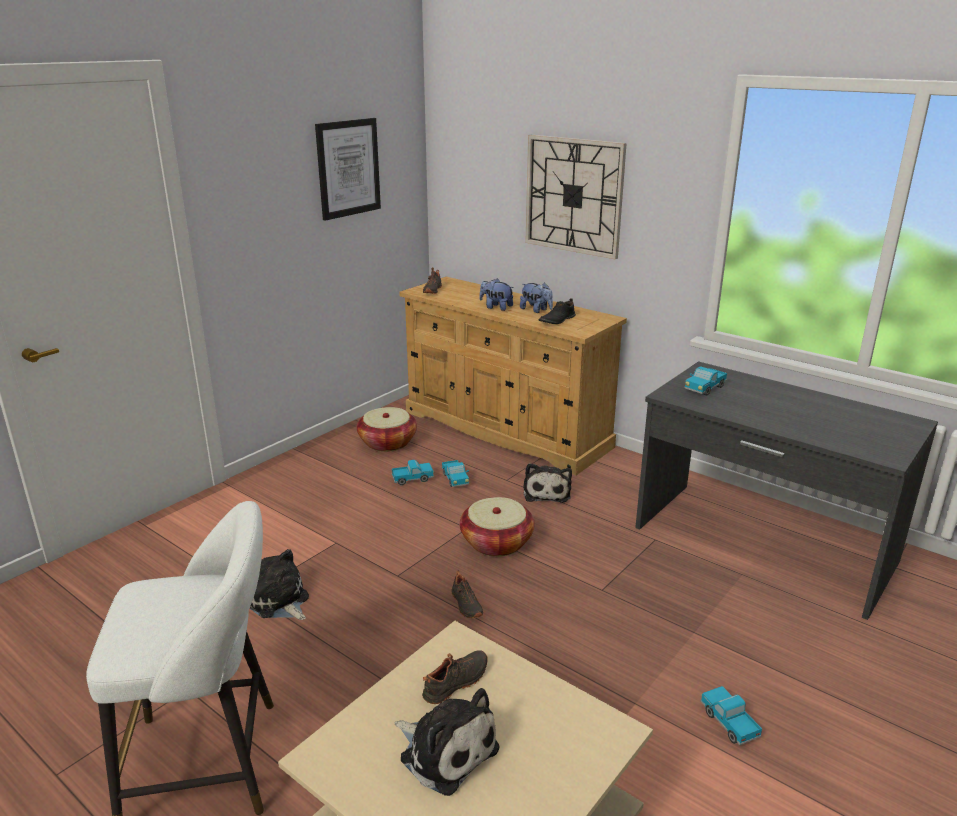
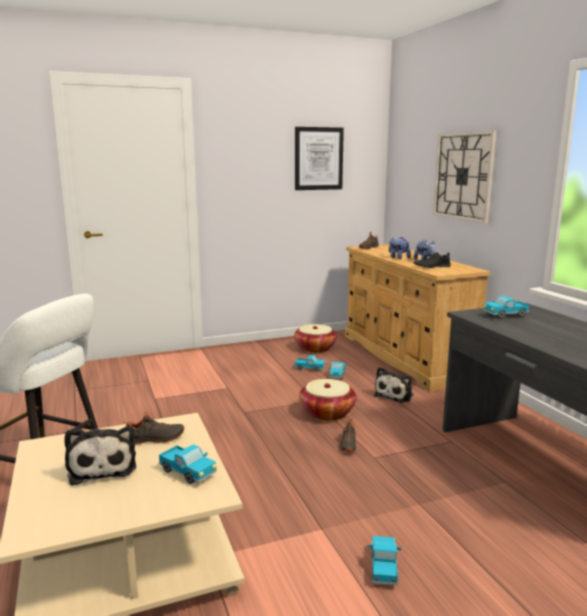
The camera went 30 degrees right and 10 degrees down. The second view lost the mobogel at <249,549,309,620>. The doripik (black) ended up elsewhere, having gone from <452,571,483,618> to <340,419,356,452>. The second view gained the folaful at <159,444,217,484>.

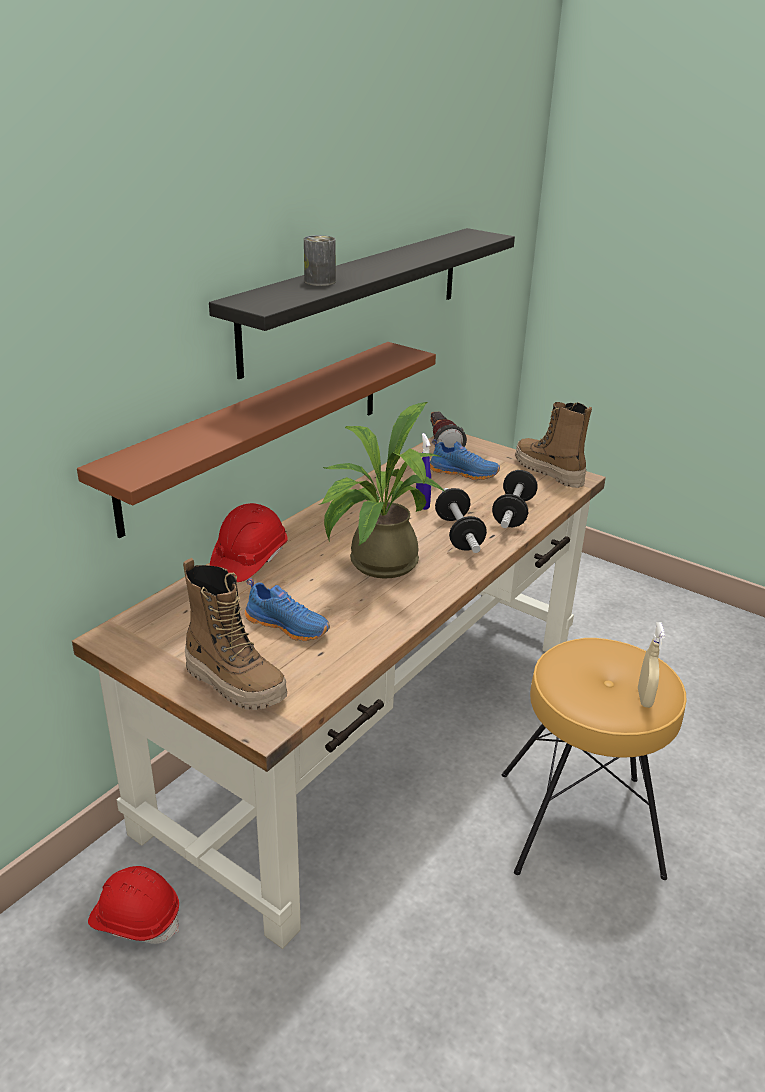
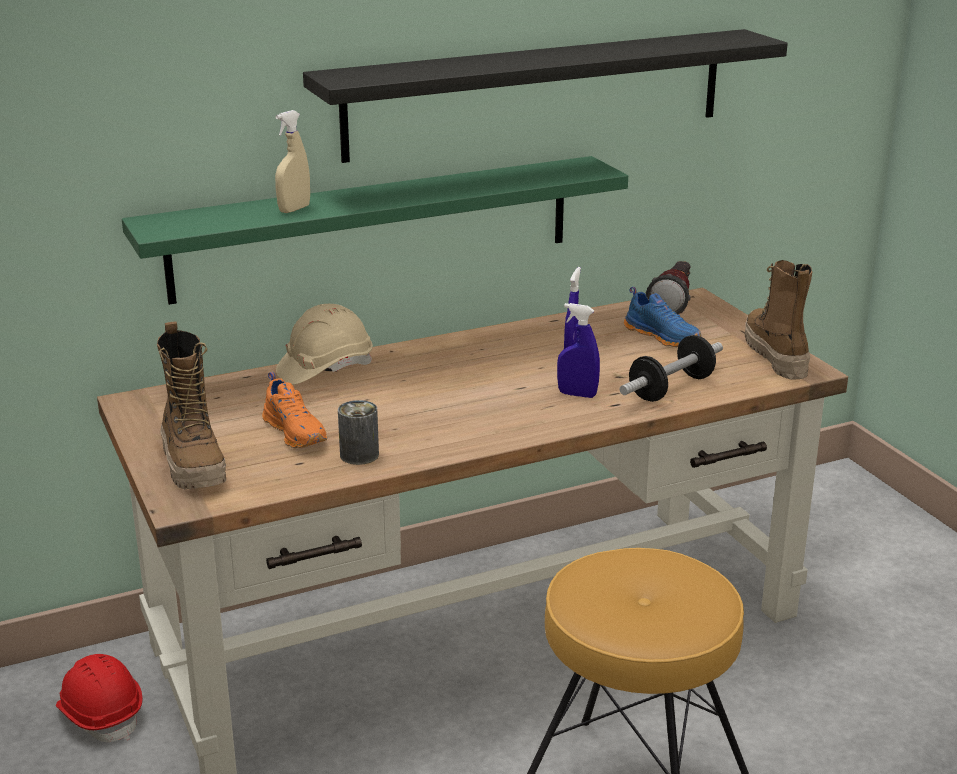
The camera went 30 degrees right and 5 degrees down. The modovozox ended up elsewhere, having gone from <304,235,336,286> to <338,400,379,465>. What was the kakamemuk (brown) at <77,342,436,538> turned into the kakamemuk (green) at <122,156,628,305>. The second view lost the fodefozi at <319,402,445,579>. Where the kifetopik stood at <435,488,487,553>, the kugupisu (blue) came to stand at <557,303,600,398>. What was the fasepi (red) at <210,503,288,582> turned into the fasepi (beige) at <276,304,373,385>. What was the doripik (blue) at <245,578,330,641> turned into the doripik (orange) at <262,372,327,448>. The kugupisu (beige) ended up elsewhere, having gone from <638,622,665,708> to <275,110,310,213>.

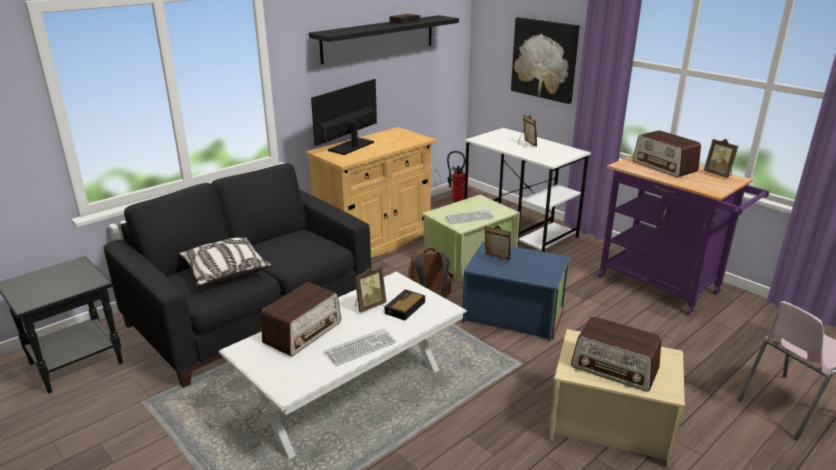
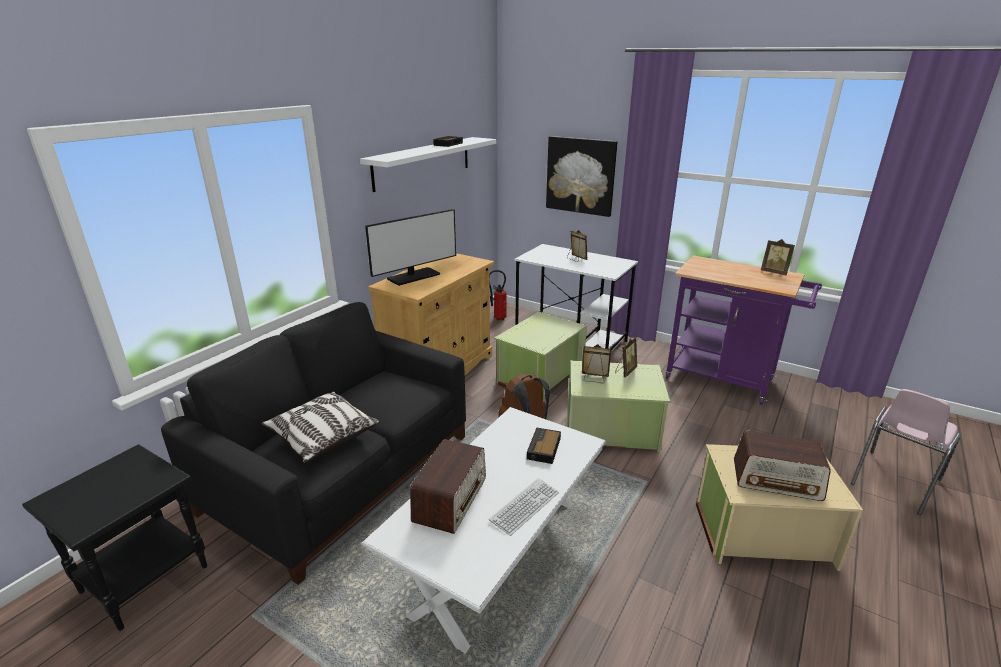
The camera went 15 degrees left and 0 degrees up. What was the kakamemuk (black) at <309,15,459,64> turned into the kakamemuk (white) at <360,137,496,192>. The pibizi at <311,79,377,155> ended up facing another way, 150 degrees counterclockwise from before. The second view lost the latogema at <633,130,701,177>. The second view lost the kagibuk at <445,209,494,224>. What was the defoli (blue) at <462,241,570,341> turned into the defoli (green) at <568,360,670,452>. The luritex ended up elsewhere, having gone from <355,267,386,313> to <615,337,637,378>.

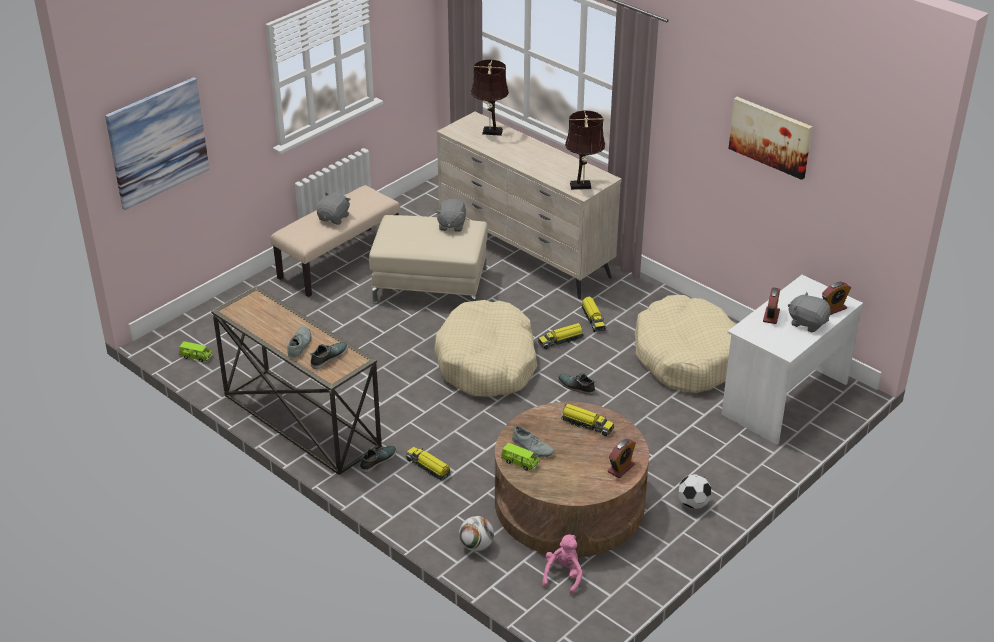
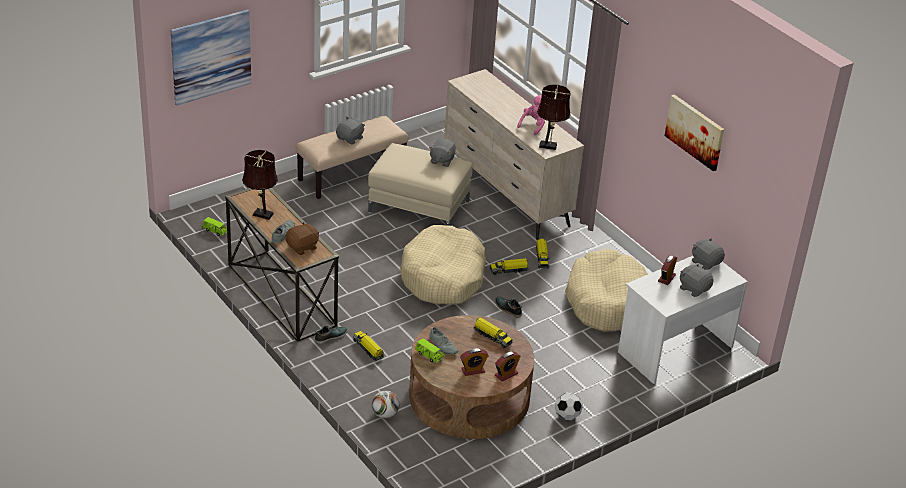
The camera went 10 degrees right and 0 degrees up. The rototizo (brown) ended up elsewhere, having gone from <471,60,509,136> to <242,150,278,220>. The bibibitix ended up elsewhere, having gone from <822,282,851,315> to <460,349,488,376>. Where the doripik stood at <310,342,348,369>, the mobogel (brown) came to stand at <285,221,319,255>. The mobogel (pink) ended up elsewhere, having gone from <542,535,583,595> to <517,95,545,135>. The second view gained the mobogel (grey) at <692,238,725,270>.

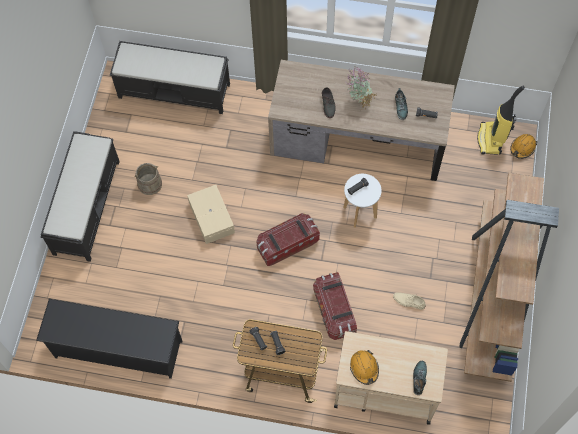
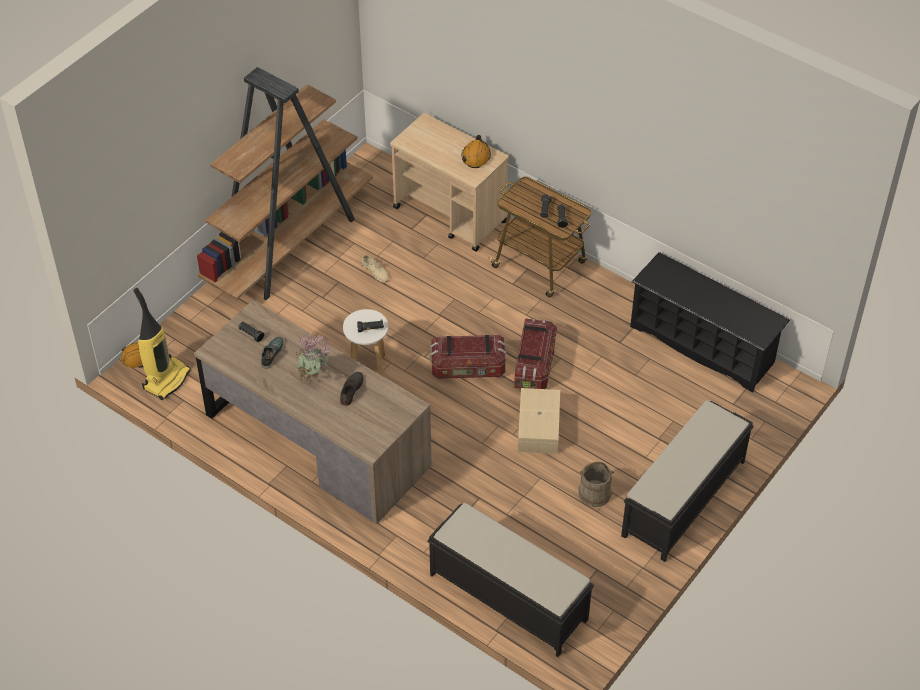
The camera went 155 degrees left and 15 degrees down. The defoli ended up elsewhere, having gone from <313,272,357,340> to <514,319,557,389>. The second view lost the doripik at <413,361,427,395>.

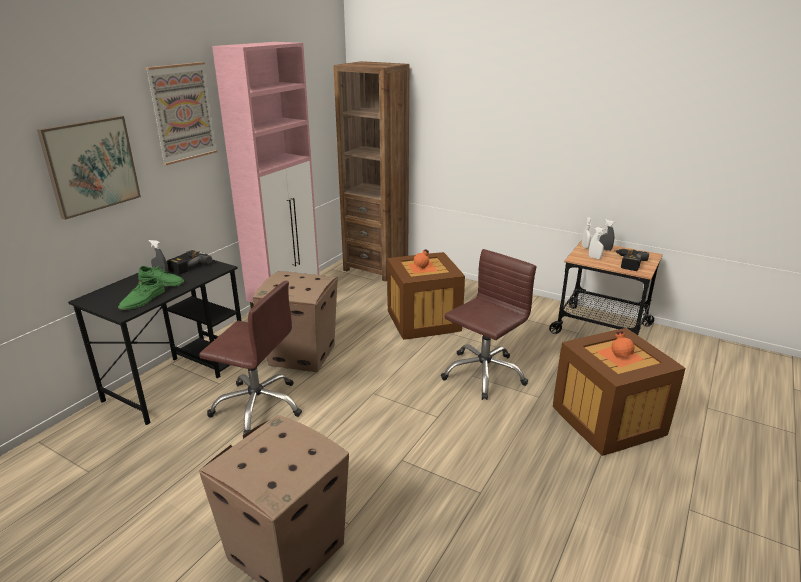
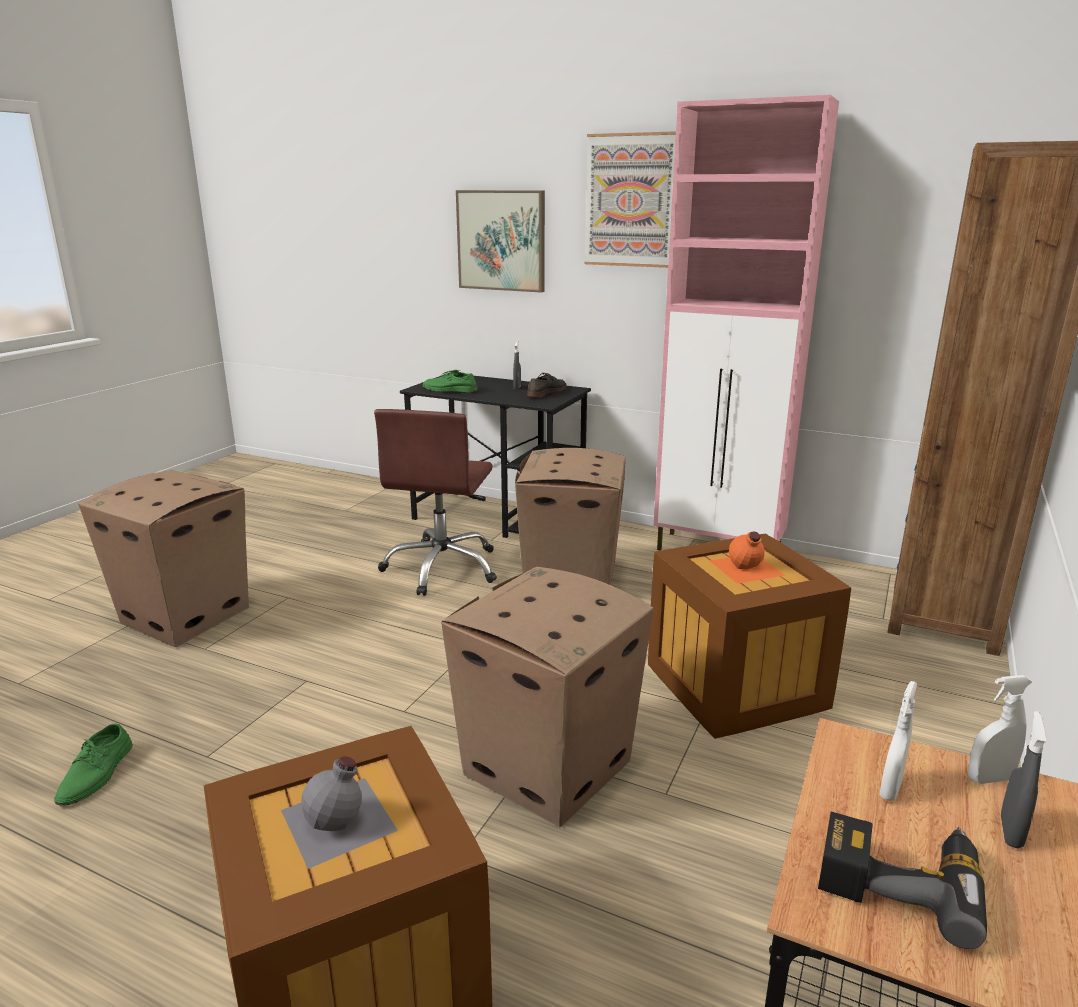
The camera went 85 degrees right and 5 degrees down. Where the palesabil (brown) stood at <441,249,536,400>, the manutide came to stand at <441,567,653,827>. Where the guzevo stood at <167,250,212,275>, the doripik (grey) came to stand at <527,373,567,398>. The doripik (green) ended up elsewhere, having gone from <138,266,184,287> to <54,723,133,806>. What was the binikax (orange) at <596,331,644,368> turned into the binikax (grey) at <281,756,398,869>.

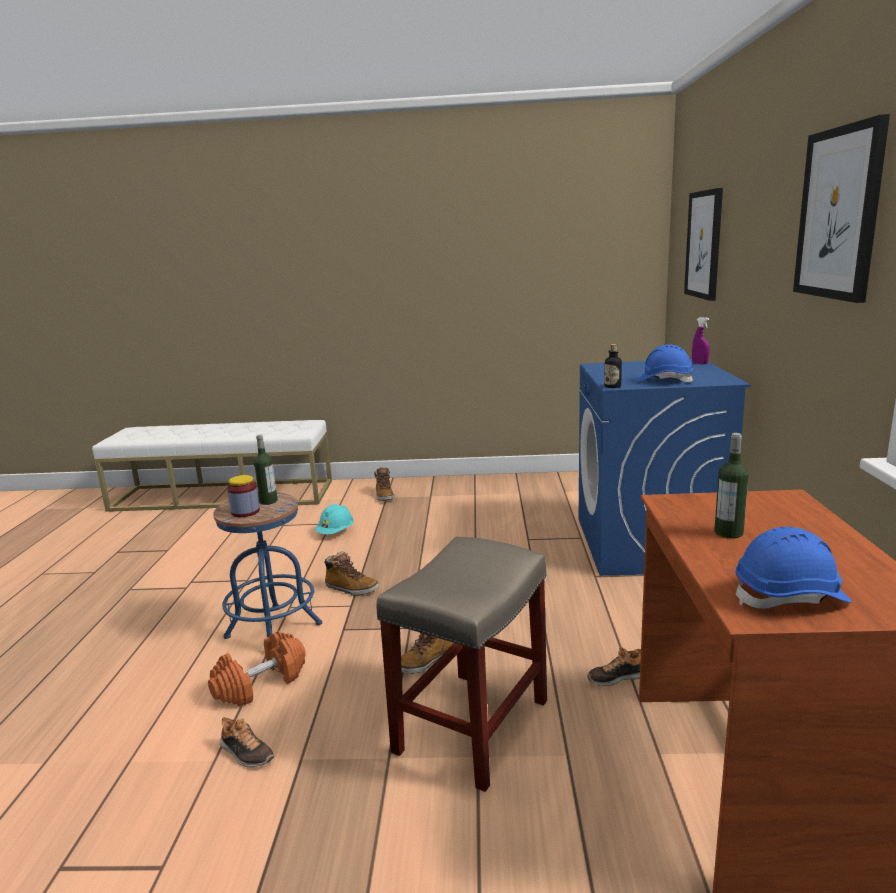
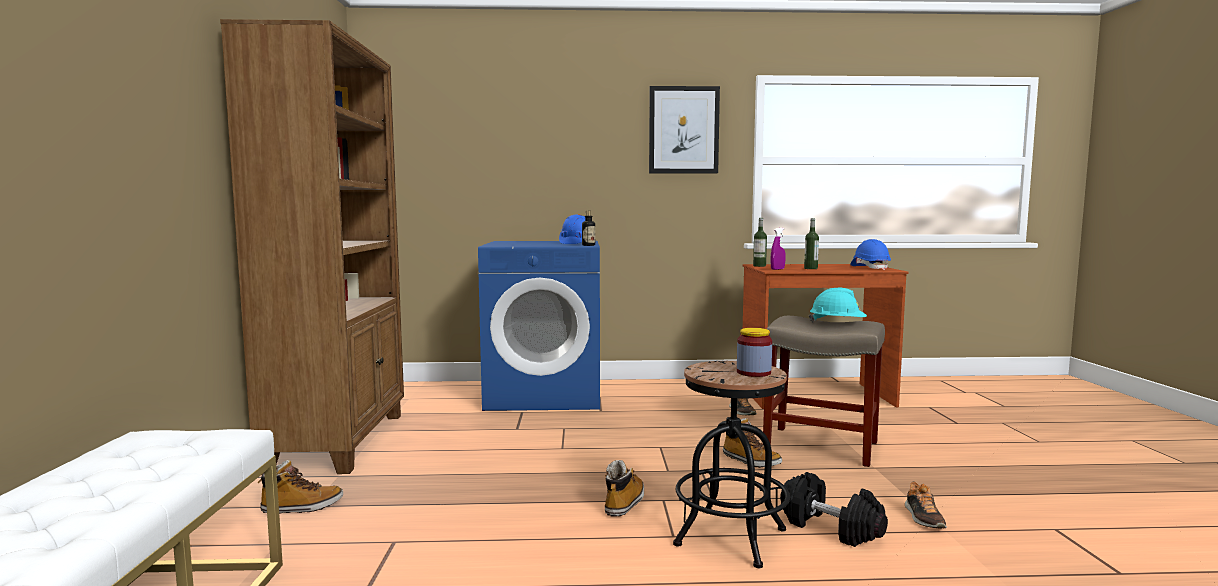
The camera went 95 degrees left and 10 degrees down. The second view lost the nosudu at <684,188,723,301>. The kugupisu (purple) ended up elsewhere, having gone from <692,317,710,364> to <771,228,786,270>. The binikax ended up elsewhere, having gone from <254,435,278,505> to <753,218,767,267>. What was the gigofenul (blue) at <213,492,322,639> turned into the gigofenul (black) at <673,361,790,568>. The fasepi (turquoise) ended up elsewhere, having gone from <315,504,354,534> to <809,288,867,323>. What was the kifetopik (orange) at <208,631,306,707> turned into the kifetopik (black) at <780,472,888,547>. The doripik at <220,717,275,767> ended up facing another way, 150 degrees clockwise from before. The second view gained the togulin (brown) at <220,19,404,475>.

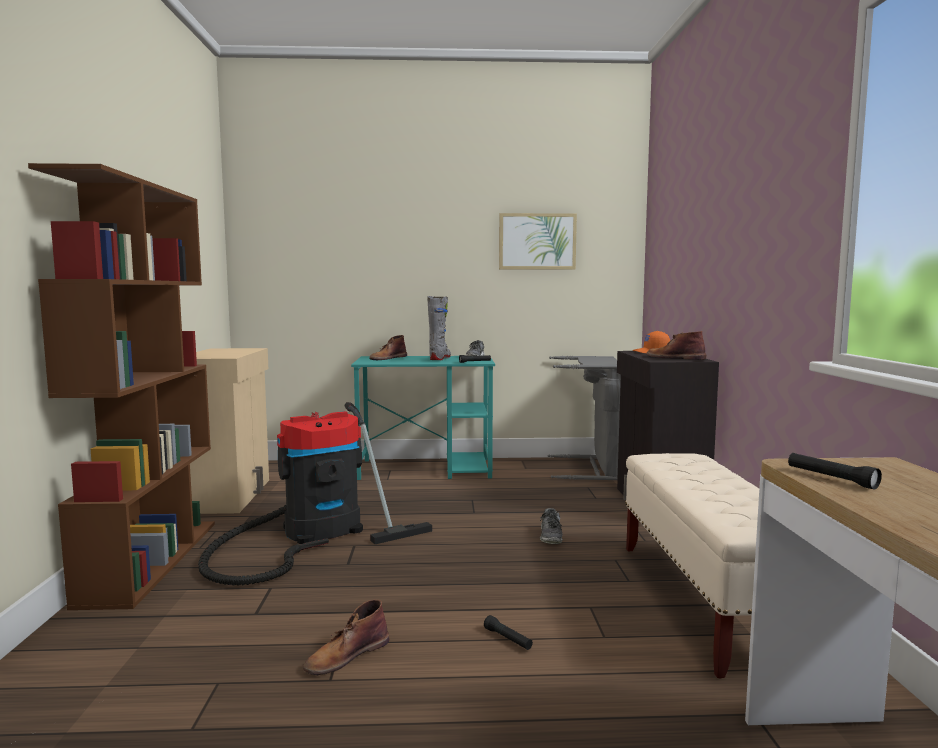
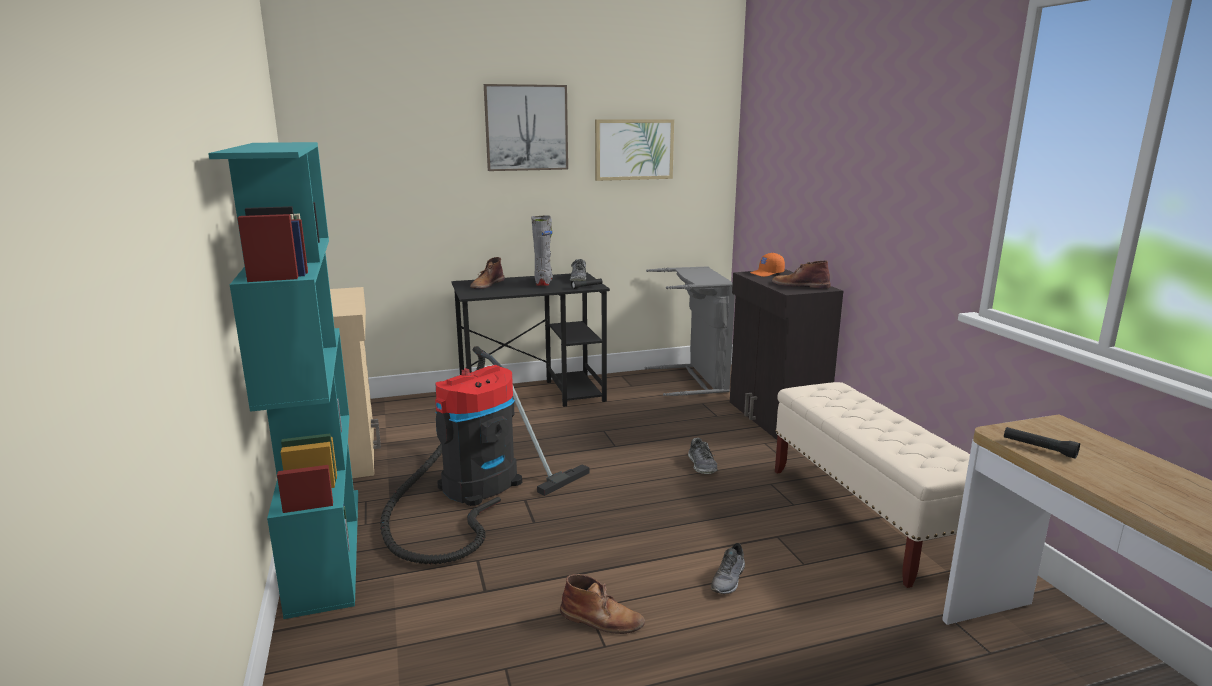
The camera went 15 degrees left and 10 degrees up. What was the togulin (brown) at <28,163,215,610> turned into the togulin (turquoise) at <208,142,358,619>. What was the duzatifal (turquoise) at <351,356,495,480> turned into the duzatifal (black) at <451,272,610,407>. The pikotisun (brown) at <303,600,389,675> ended up facing another way, 105 degrees counterclockwise from before. Where the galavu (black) stood at <484,615,533,650>, the doripik (grey) came to stand at <711,543,745,594>. The second view gained the nosudu at <484,84,568,171>.

